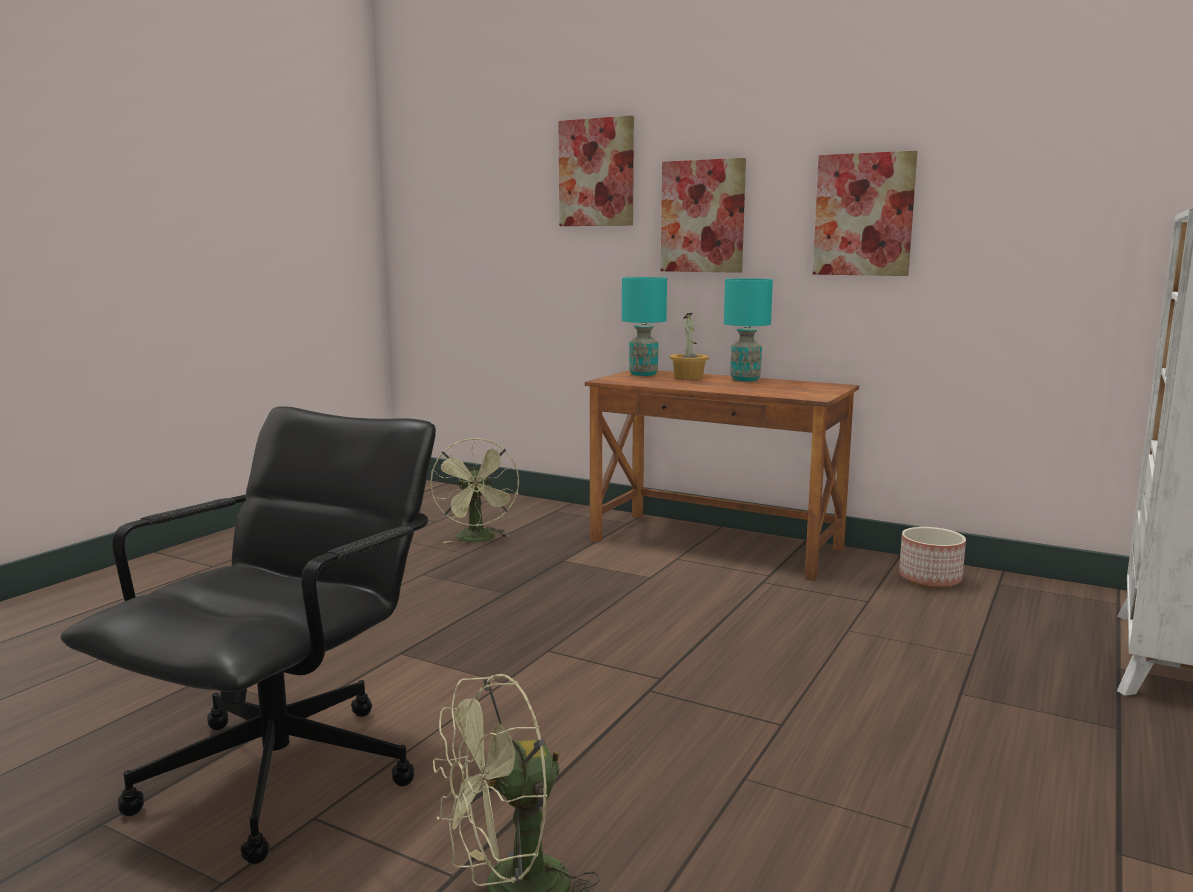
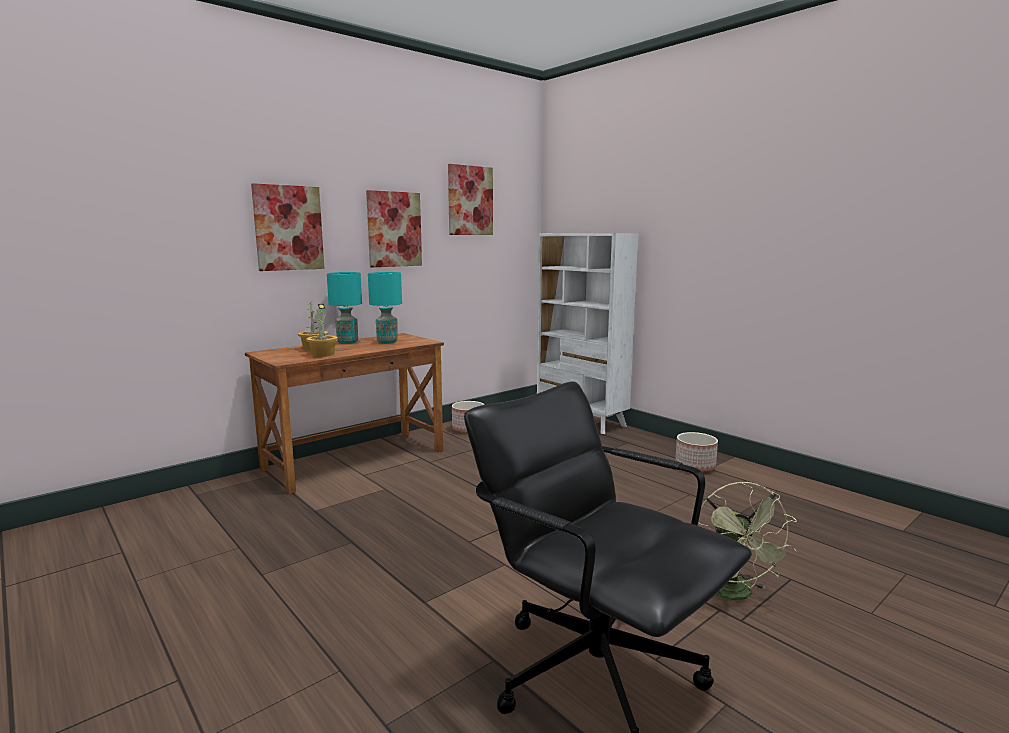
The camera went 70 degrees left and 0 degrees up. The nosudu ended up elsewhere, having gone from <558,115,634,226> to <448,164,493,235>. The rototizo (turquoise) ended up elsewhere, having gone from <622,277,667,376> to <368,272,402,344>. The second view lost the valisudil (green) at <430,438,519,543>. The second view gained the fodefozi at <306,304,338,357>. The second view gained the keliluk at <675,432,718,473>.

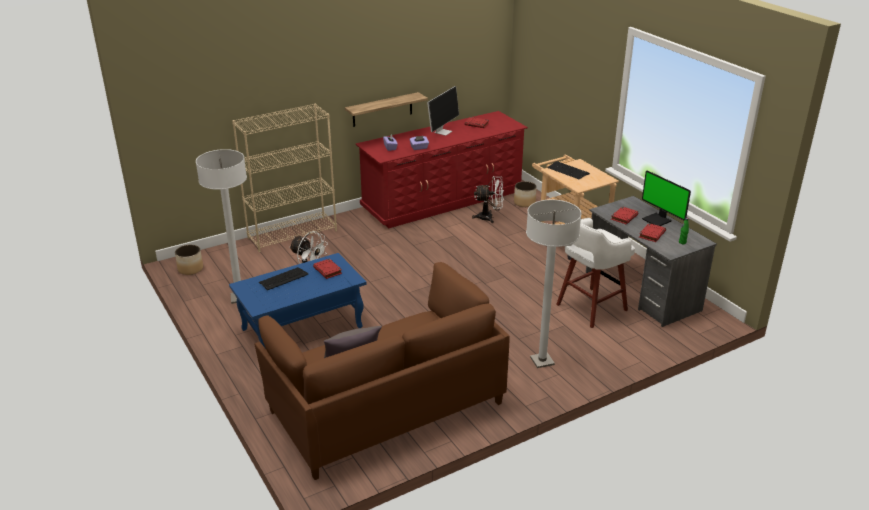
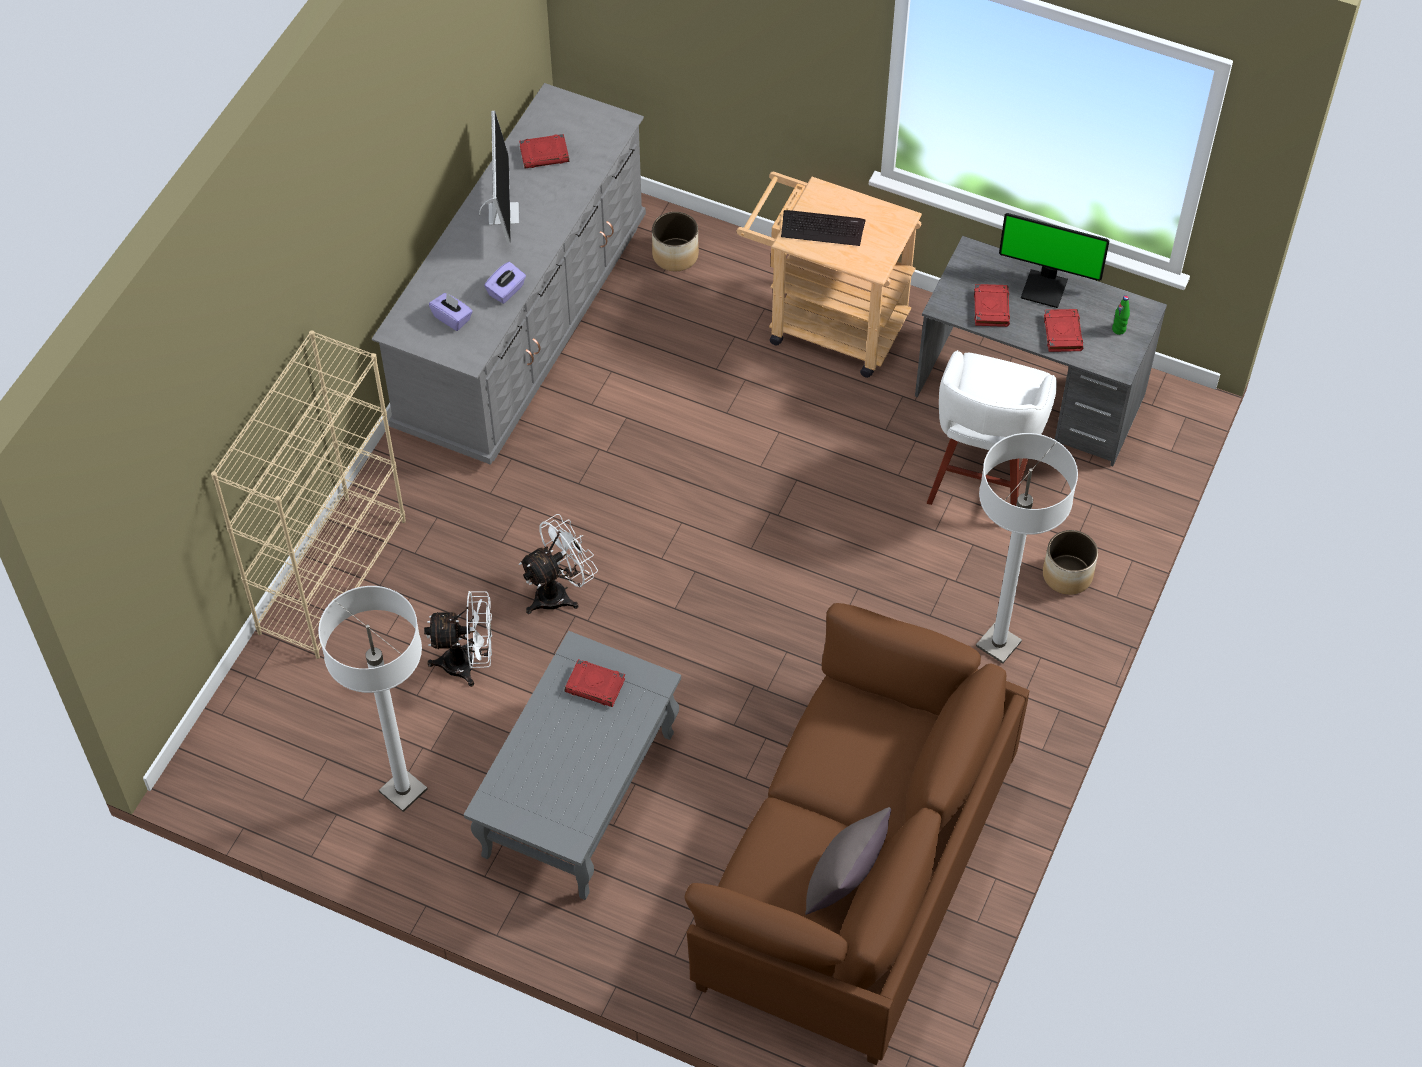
The camera went 35 degrees left and 25 degrees up. The second view lost the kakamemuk at <345,92,428,127>. What was the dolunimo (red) at <355,111,528,228> turned into the dolunimo (grey) at <372,83,646,465>. The valisudil (white) ended up elsewhere, having gone from <472,176,504,223> to <519,514,598,614>. The keliluk ended up elsewhere, having gone from <175,245,203,275> to <1043,530,1098,595>. What was the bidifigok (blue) at <229,253,367,349> turned into the bidifigok (grey) at <464,631,681,900>. The second view lost the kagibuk at <259,267,308,290>.

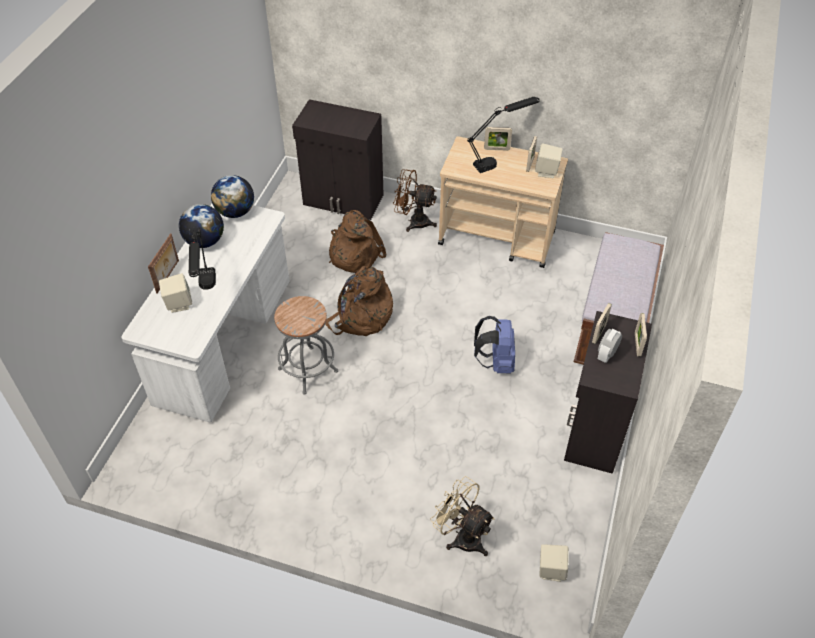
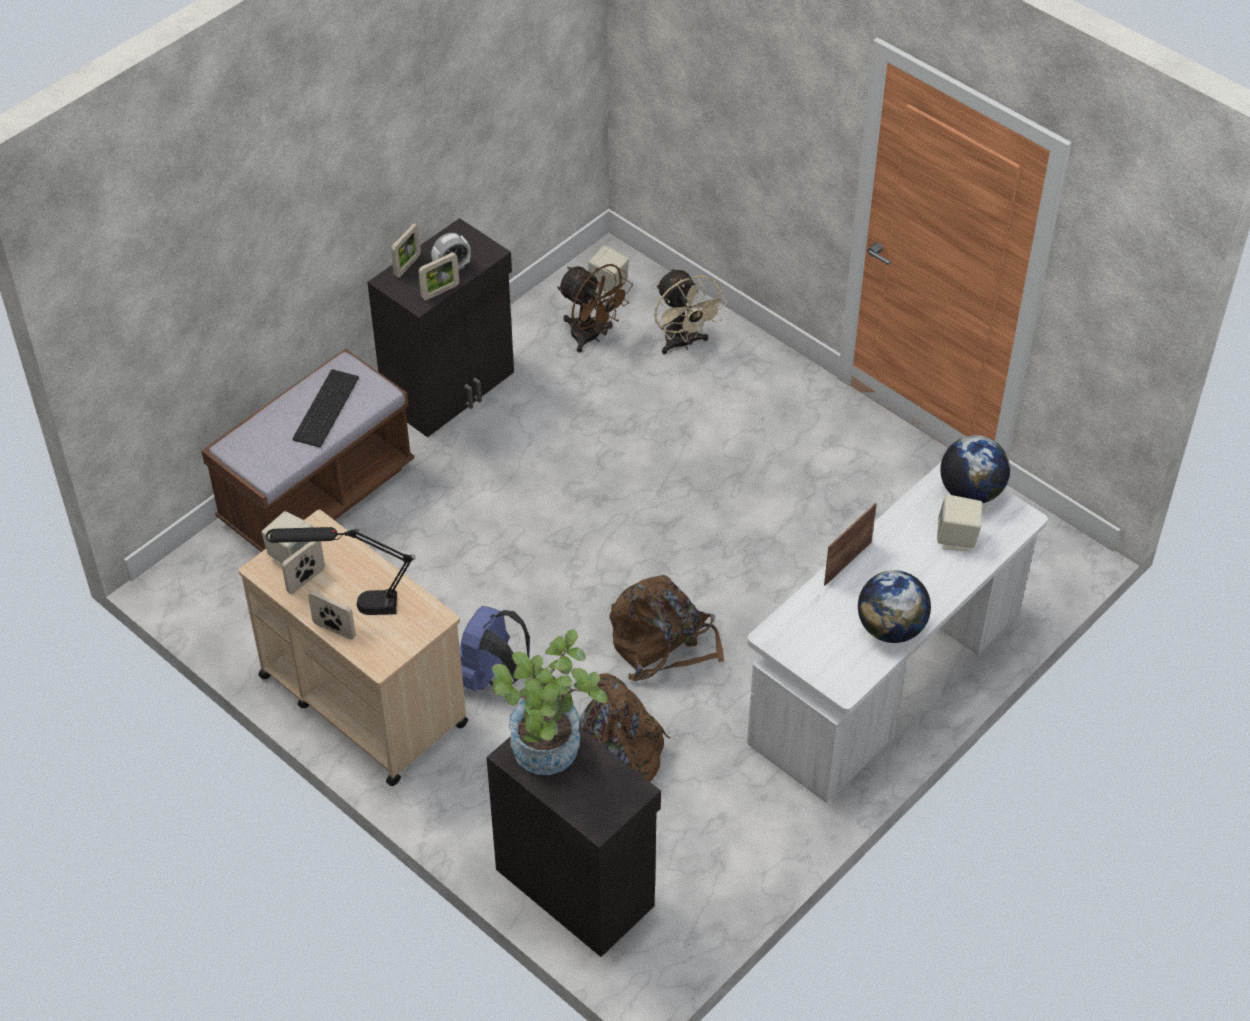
The camera went 155 degrees left and 0 degrees up. The valisudil (brown) ended up elsewhere, having gone from <393,169,437,232> to <557,264,633,353>. The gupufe ended up elsewhere, having gone from <211,175,254,218> to <940,435,1010,503>. The second view lost the rototizo (black) at <189,228,216,290>. The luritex ended up elsewhere, having gone from <148,233,179,294> to <824,503,877,586>. The second view lost the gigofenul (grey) at <274,296,338,395>. The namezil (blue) ended up elsewhere, having gone from <474,316,515,373> to <460,606,530,691>. The second view gained the kagibuk at <292,369,359,447>. The second view gained the fodefozi at <492,629,608,775>.

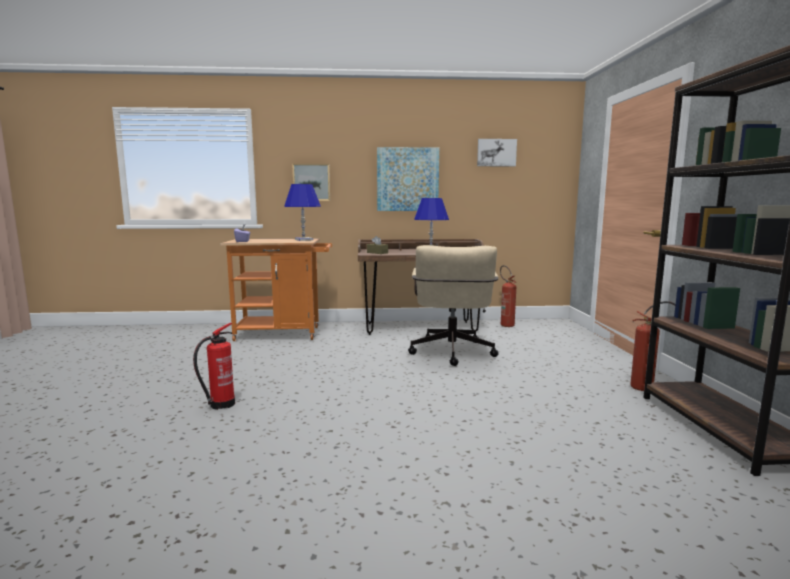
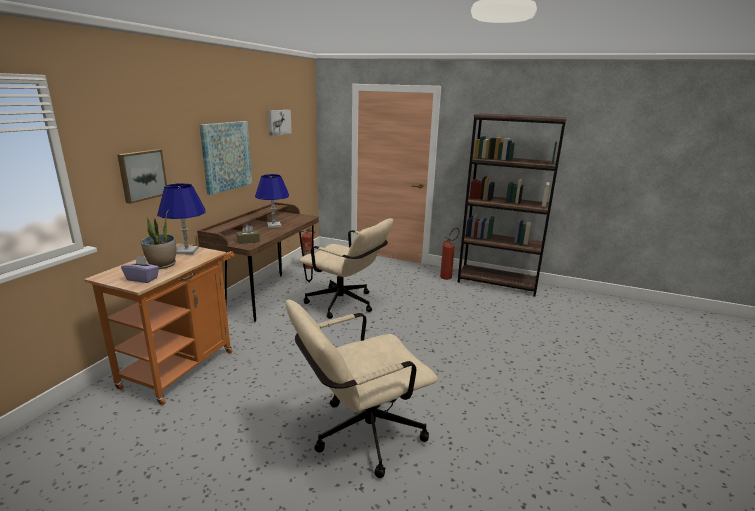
The camera went 65 degrees left and 10 degrees up. Where the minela stood at <193,323,235,410>, the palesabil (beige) came to stand at <286,299,438,478>. The second view gained the fodefozi at <141,210,176,269>.

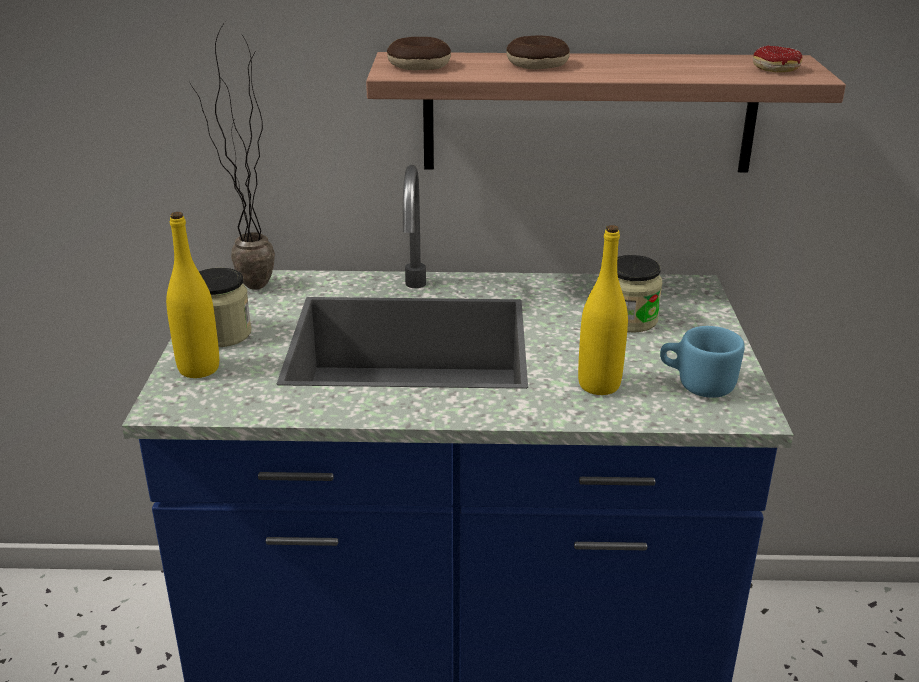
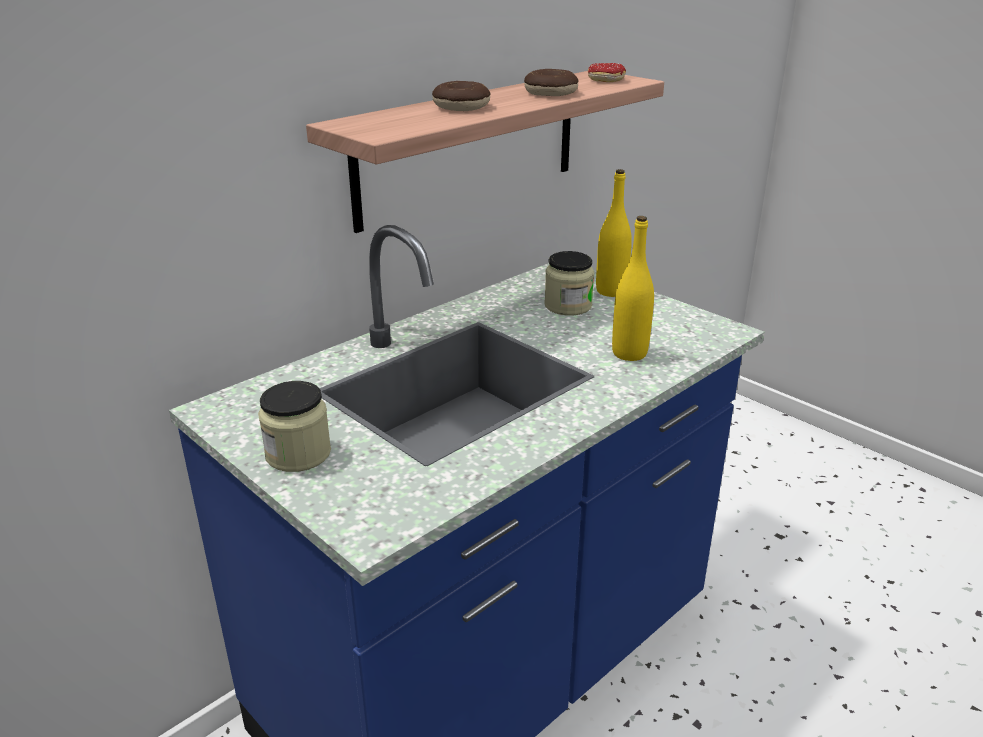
The camera went 45 degrees left and 0 degrees up. The second view lost the fodefozi at <191,22,275,290>. The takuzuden ended up elsewhere, having gone from <387,37,451,70> to <524,69,578,96>. The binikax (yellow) ended up elsewhere, having gone from <166,212,219,378> to <596,169,632,297>. The second view lost the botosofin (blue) at <660,326,745,398>.

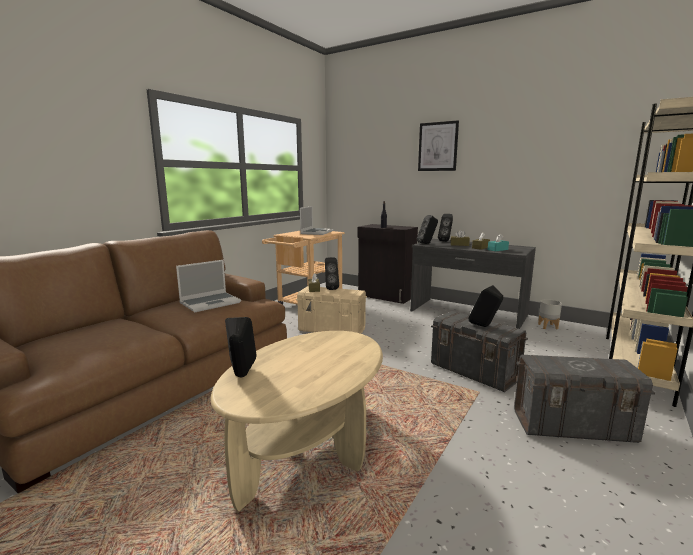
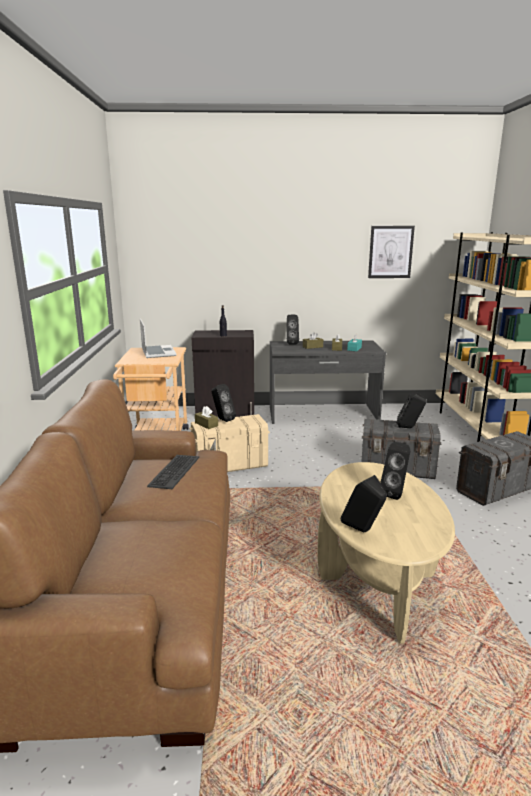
The camera went 35 degrees left and 5 degrees up. The nosudu ended up elsewhere, having gone from <418,120,459,171> to <368,226,415,278>. The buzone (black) ended up elsewhere, having gone from <417,215,438,244> to <380,442,410,500>. Where the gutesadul stood at <176,260,241,312>, the kagibuk came to stand at <147,455,199,489>. The second view lost the keliluk (grey) at <538,299,562,330>.

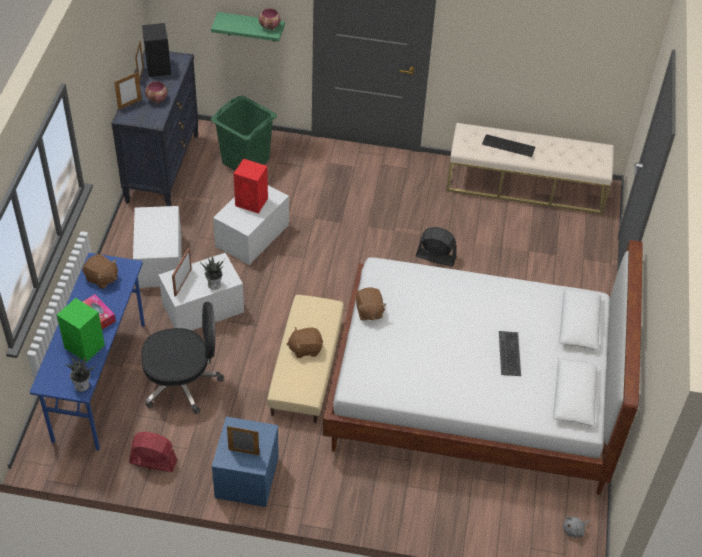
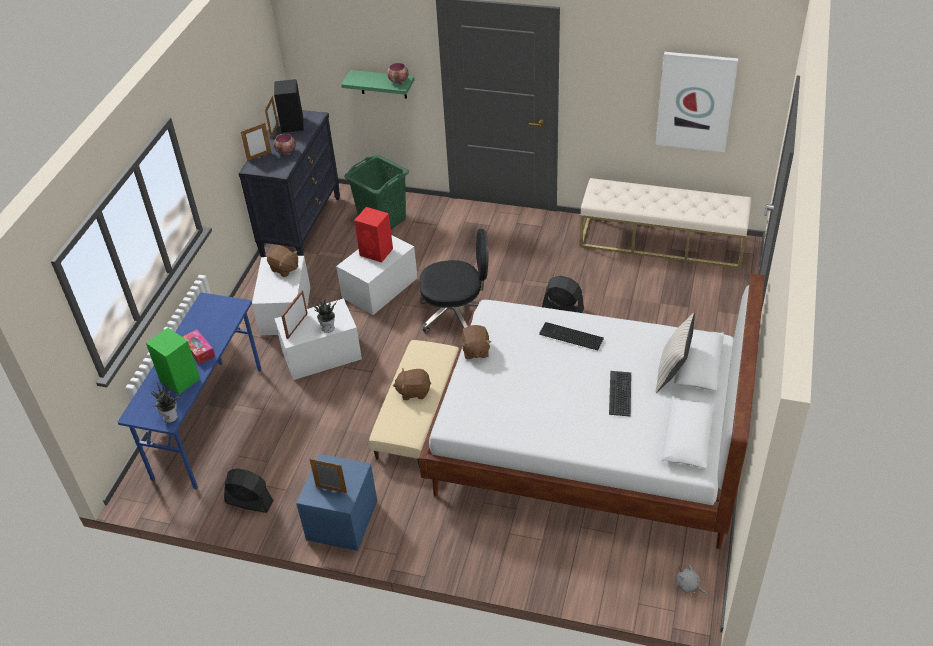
The camera went 10 degrees right and 5 degrees down. The kagibuk ended up elsewhere, having gone from <482,134,535,157> to <539,322,604,351>. The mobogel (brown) ended up elsewhere, having gone from <82,254,118,289> to <267,246,298,277>. The palesabil (black) ended up elsewhere, having gone from <141,302,224,414> to <420,229,488,333>. What was the valisudil (red) at <129,432,177,472> turned into the valisudil (black) at <224,468,274,513>. The mobogel (grey) at <563,517,590,538> ended up facing another way, 60 degrees clockwise from before. The second view gained the nosudu at <656,52,739,152>. The second view gained the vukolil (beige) at <656,313,695,393>.

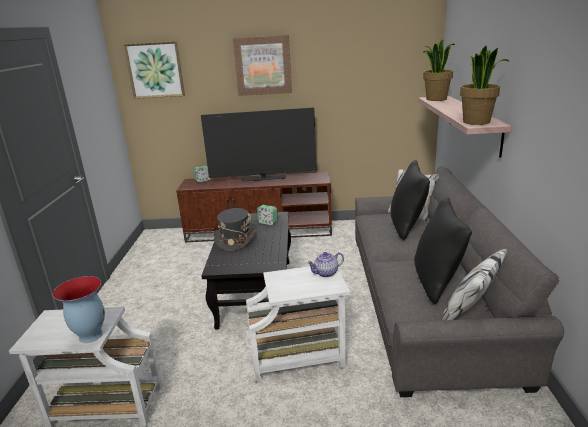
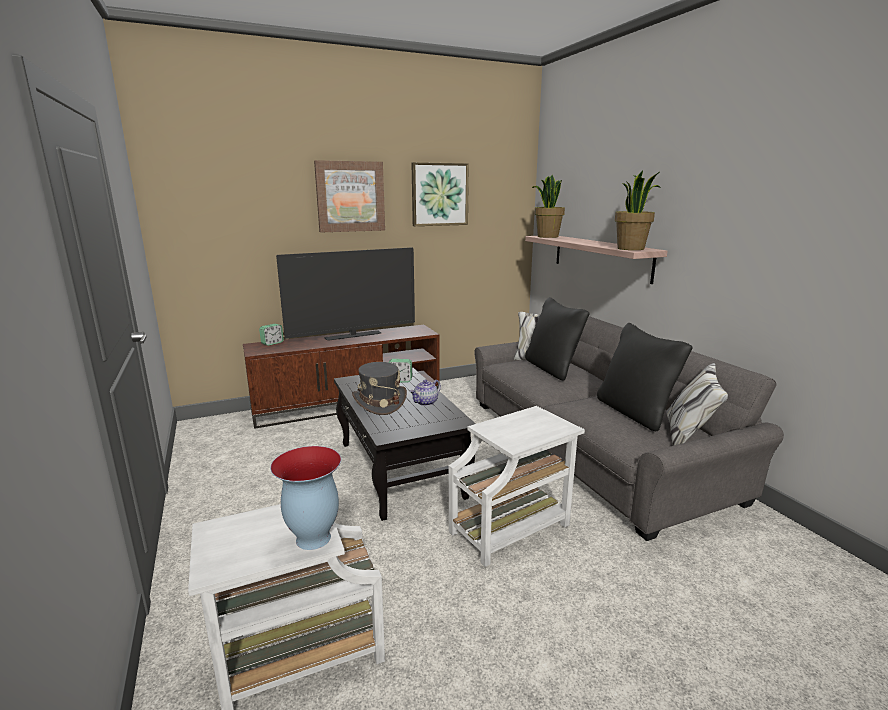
The camera went 25 degrees left and 5 degrees down. The nosudu ended up elsewhere, having gone from <124,41,185,99> to <412,162,469,226>. The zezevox ended up elsewhere, having gone from <307,252,344,277> to <410,380,441,406>.

